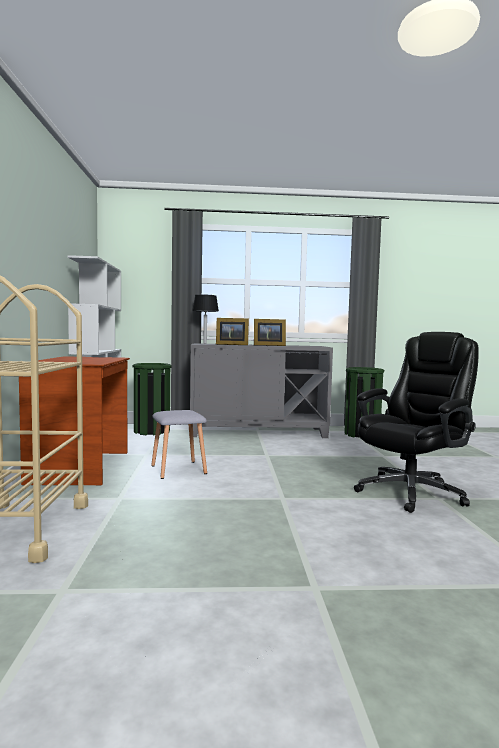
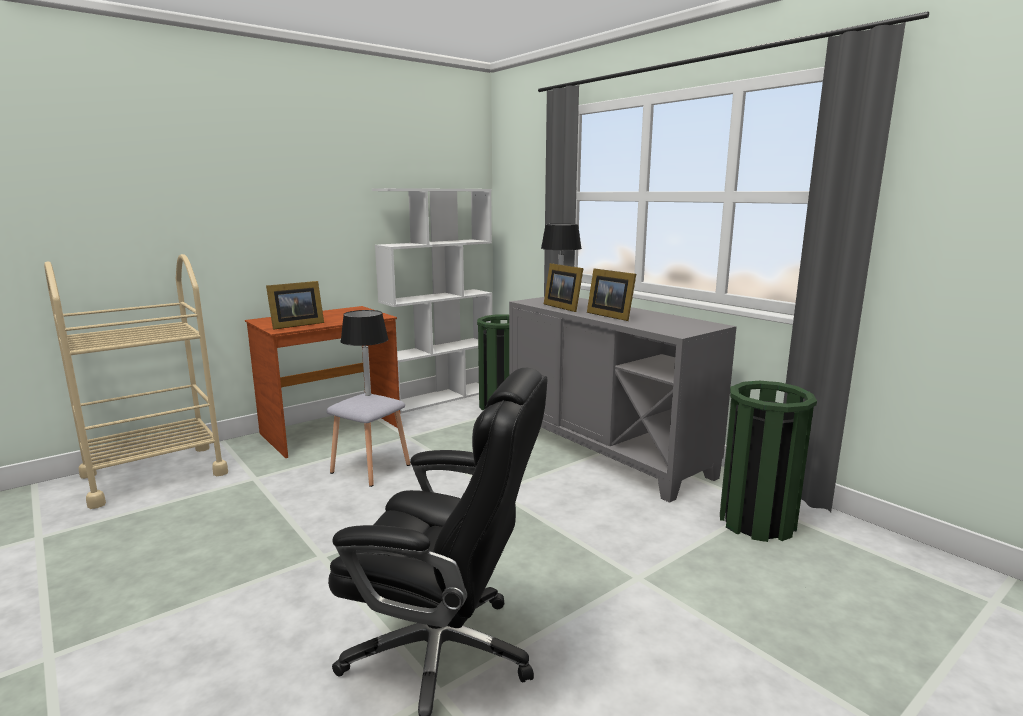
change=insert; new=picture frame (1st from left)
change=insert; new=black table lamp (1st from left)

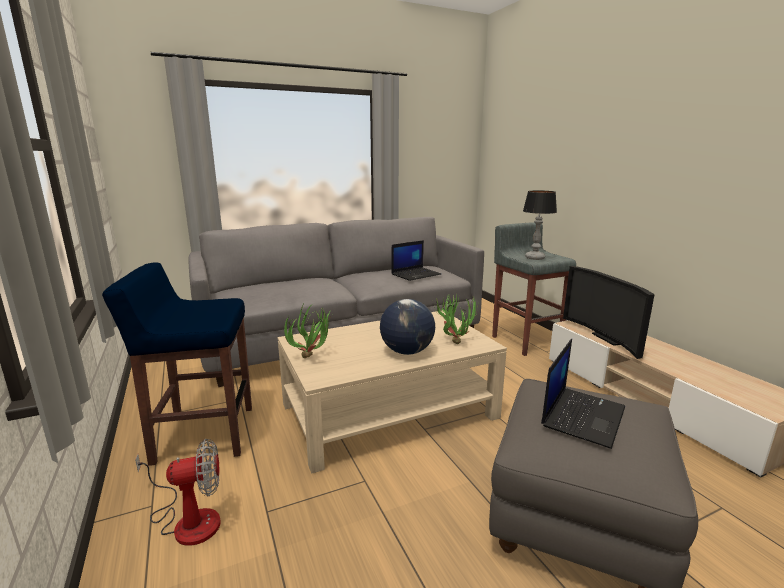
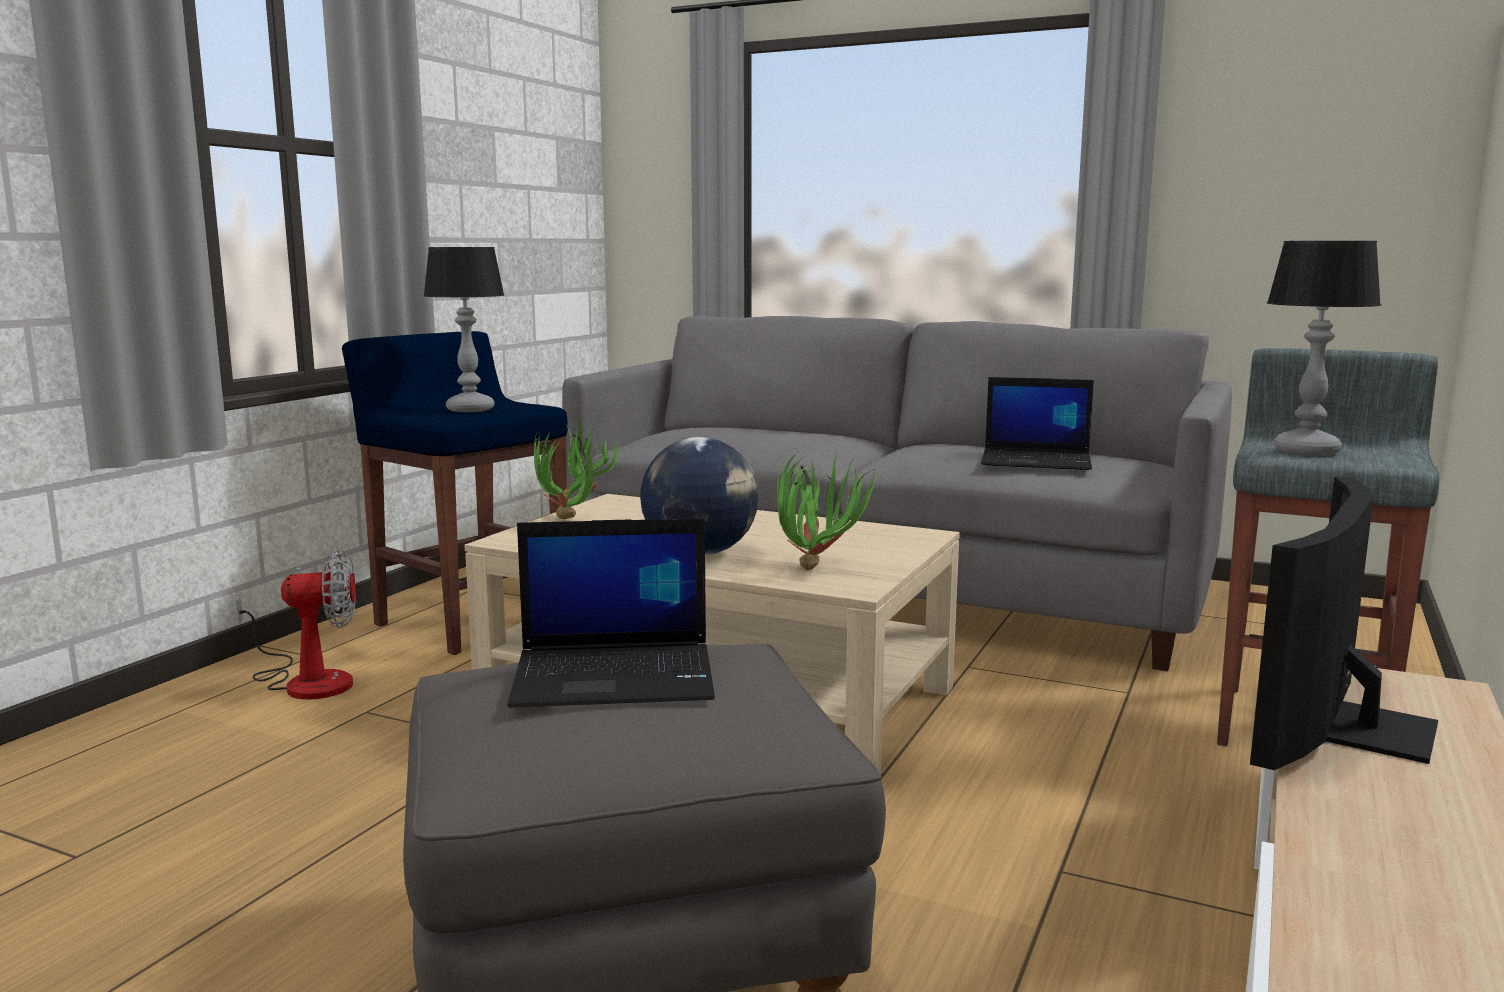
change=rotate; old=fan; degrees=-45
change=insert; new=table lamp (1st from left)

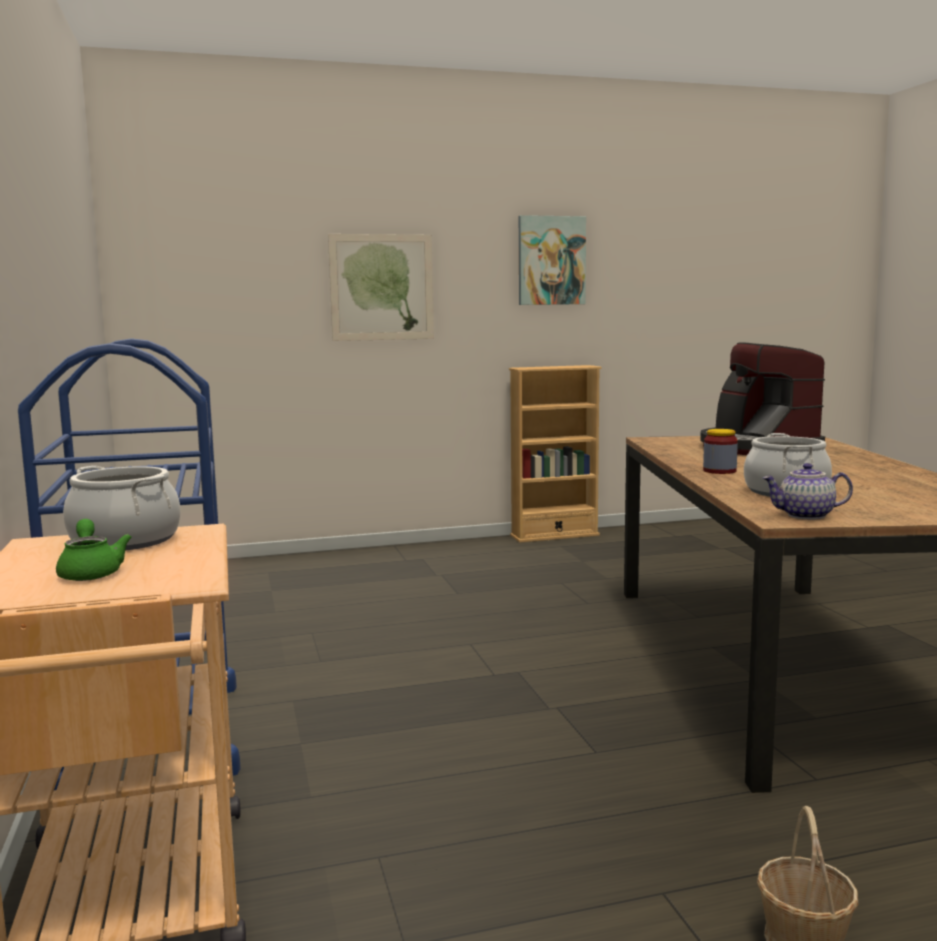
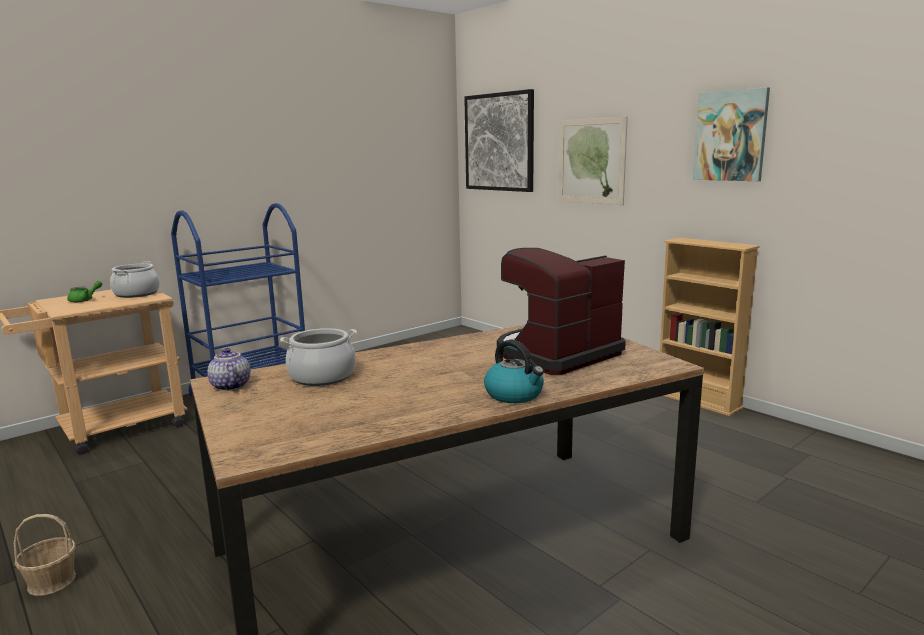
change=delete; old=jar
change=insert; new=picture (1st from left)
change=insert; new=kettle

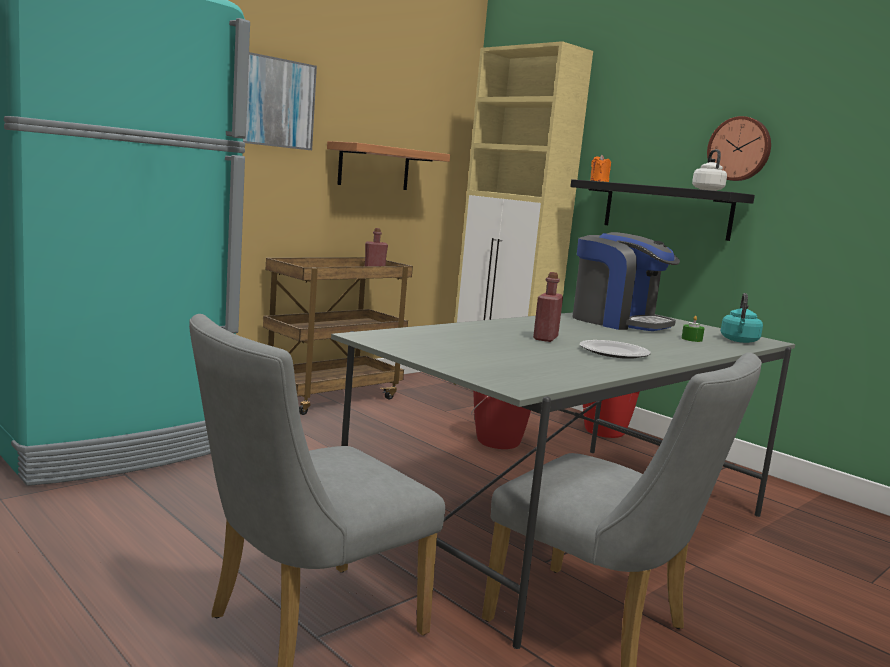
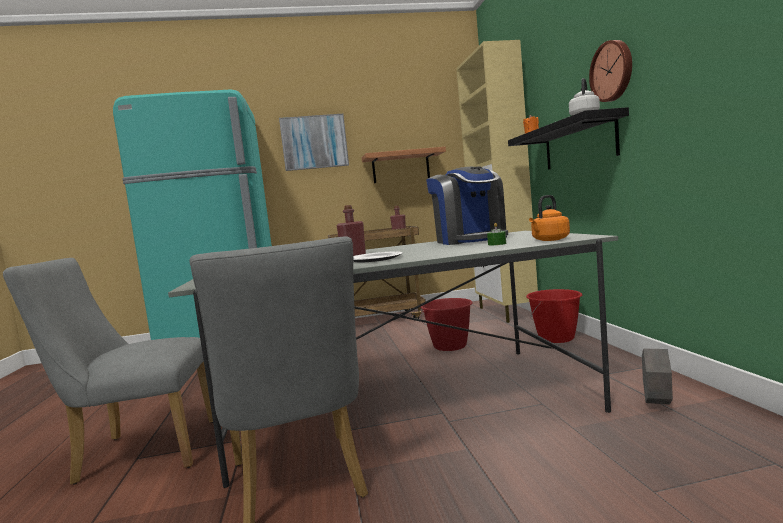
change=recolor; old=turquoise kettle; new=orange kettle
change=insert; new=grey planter

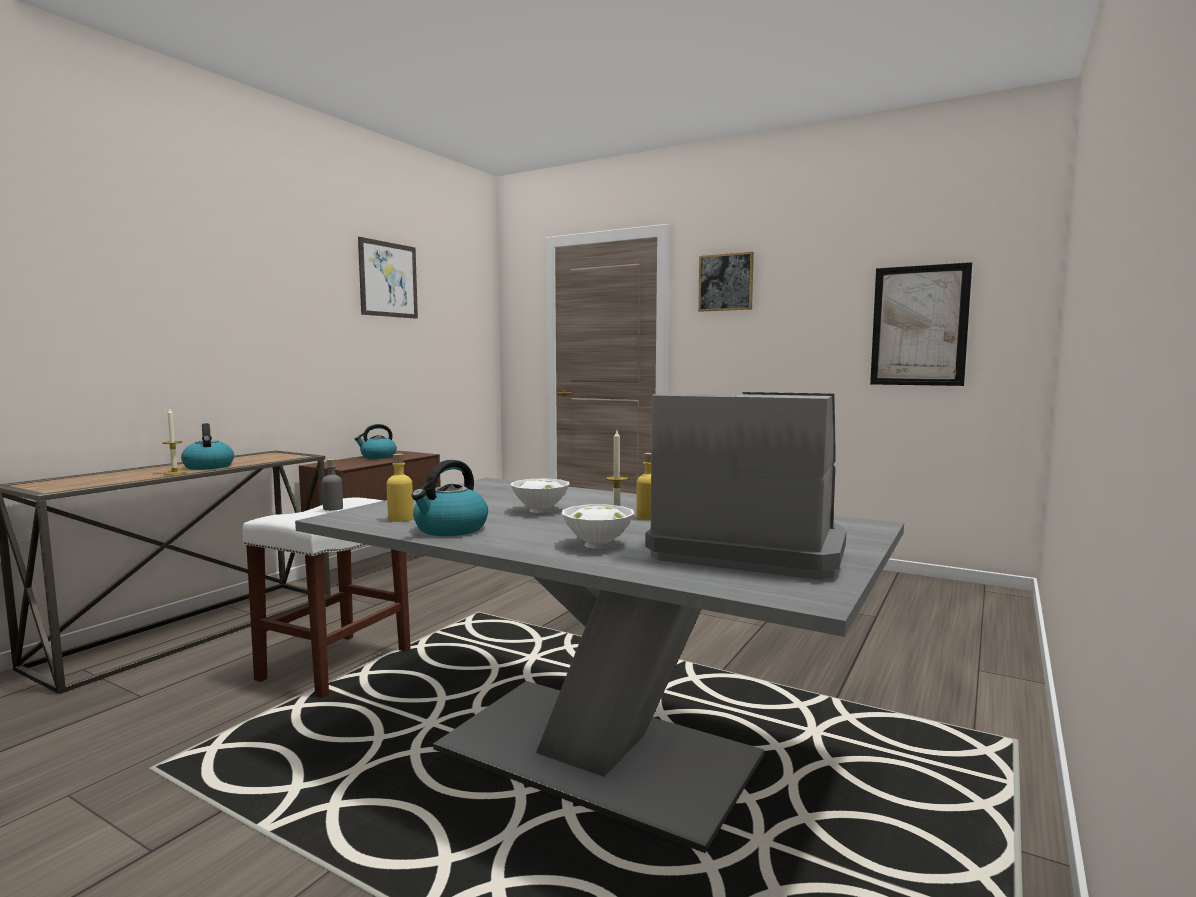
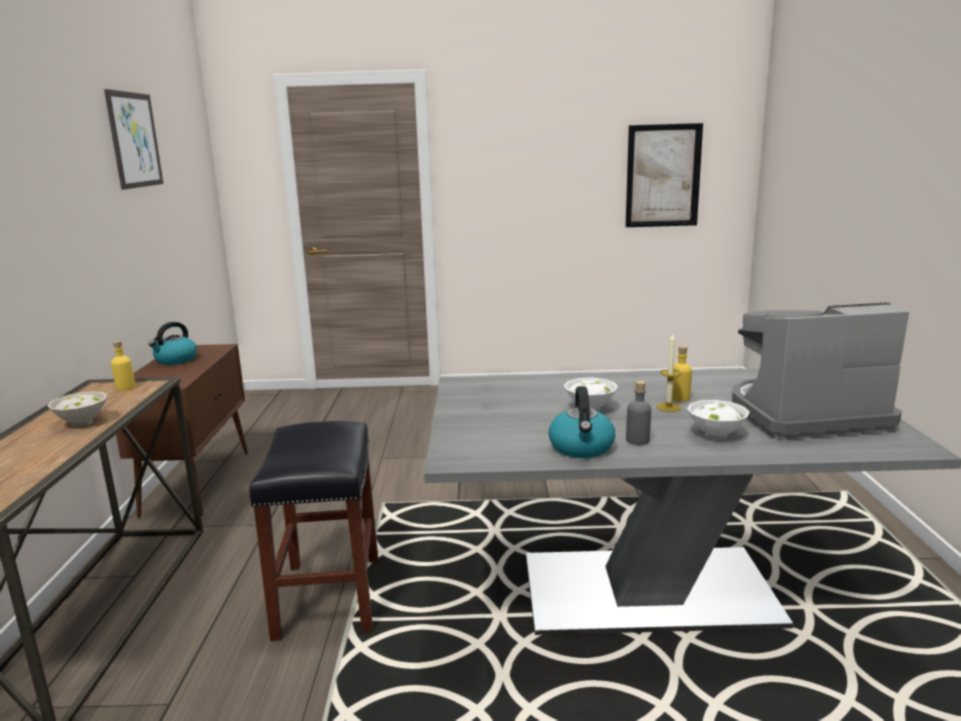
change=delete; old=picture (2nd from left)
change=delete; old=candle (1st from left)
change=replace; old=kettle (1st from left); new=white bowl (1st from left)
change=move; old=yellow bottle (1st from left)
change=move; old=grey bottle
change=recolor; old=white stool; new=black stool

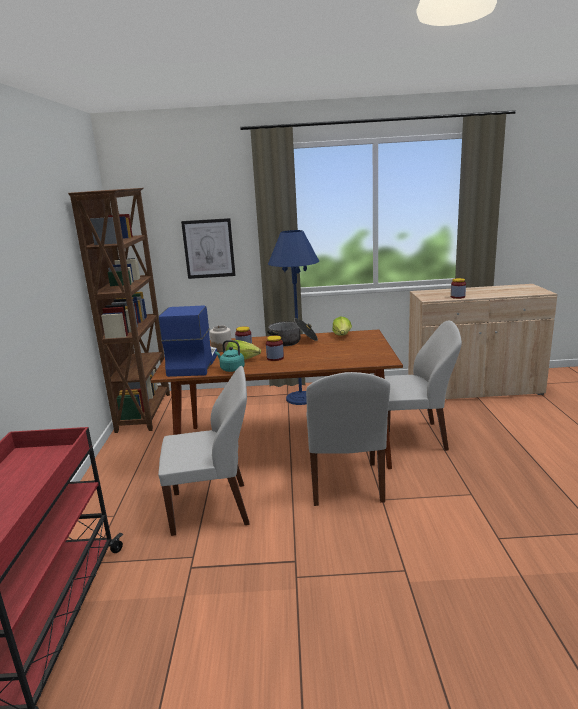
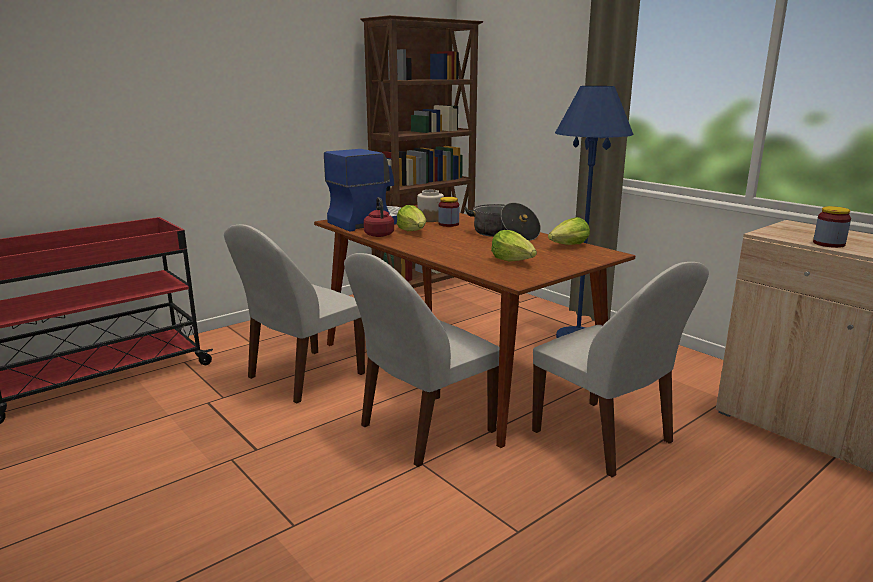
change=delete; old=picture
change=delete; old=jar (3rd from left)
change=recolor; old=turquoise kettle; new=red kettle
change=rotate; old=white chair (1st from left); degrees=90
change=insert; new=lettuce (2nd from left)

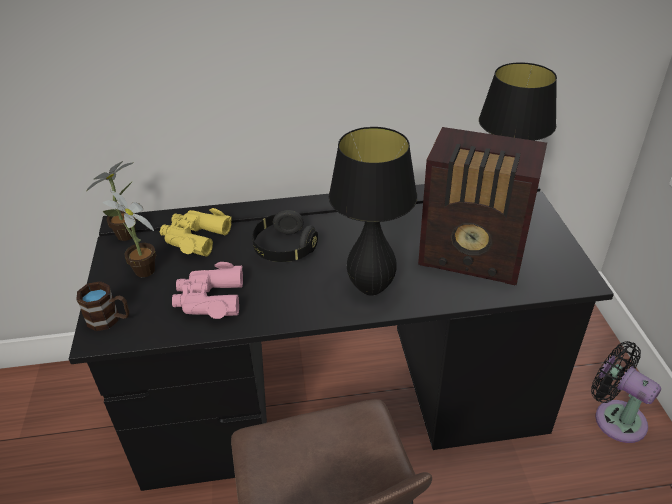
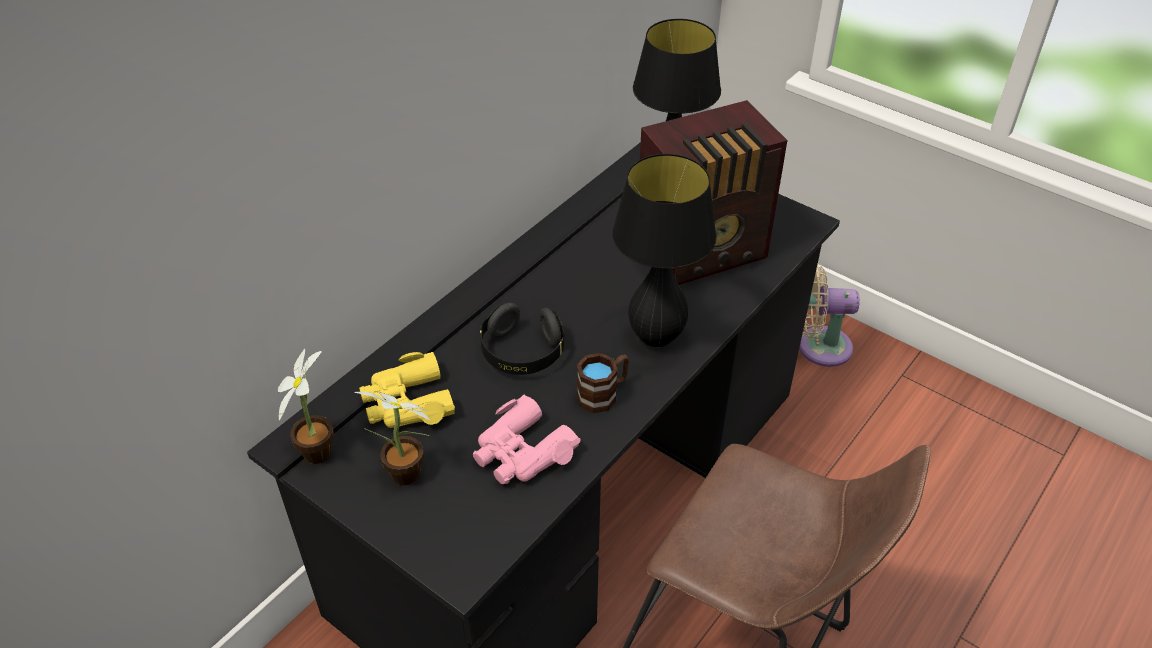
change=move; old=brown mug
change=recolor; old=black fan; new=beige fan

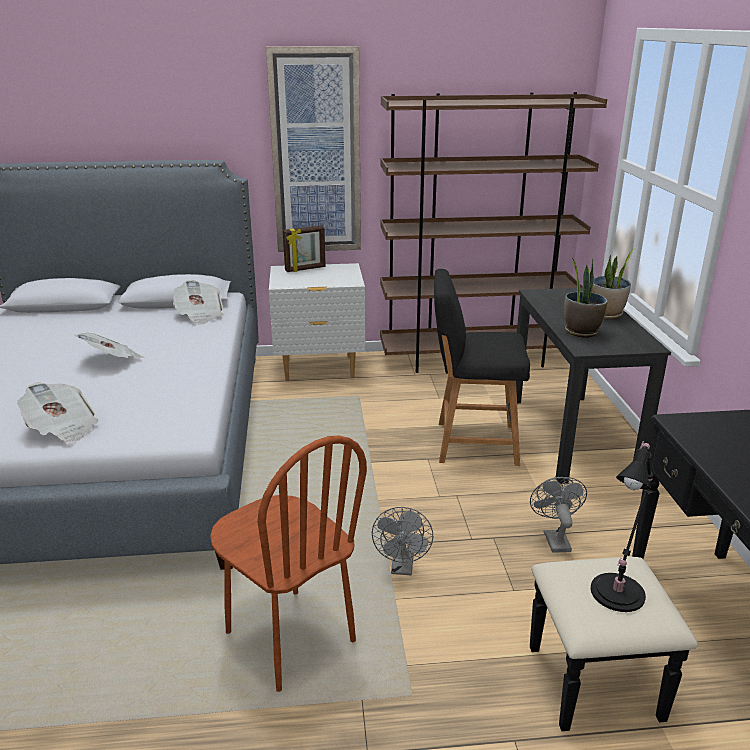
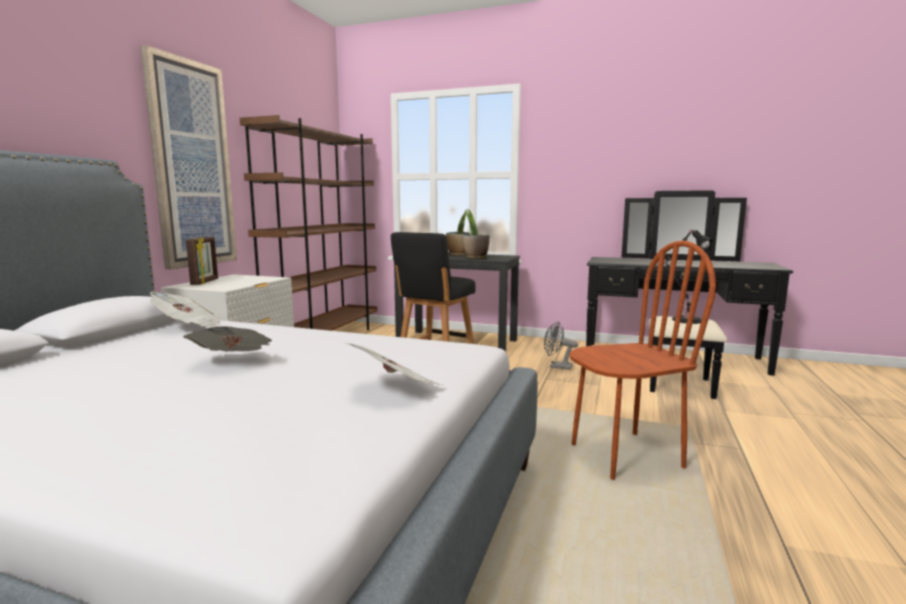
change=delete; old=grey fan (1st from left)

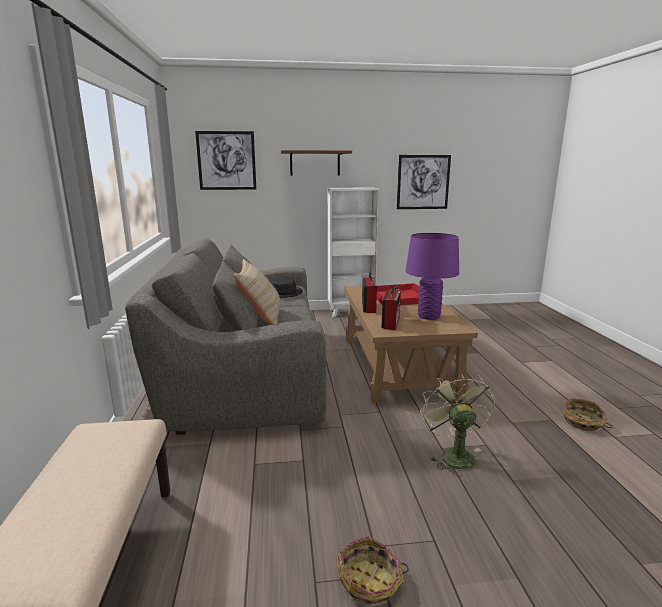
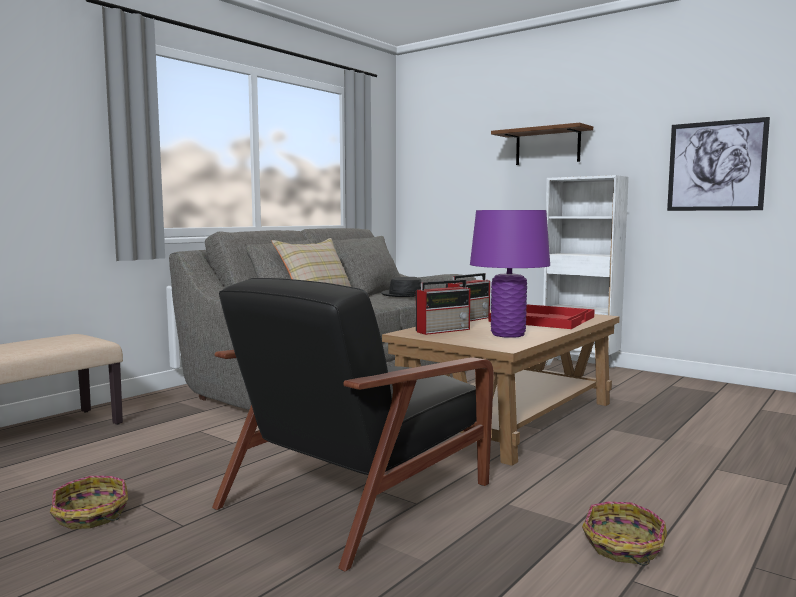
change=delete; old=picture (1st from left)
change=replace; old=green fan; new=black armchair

